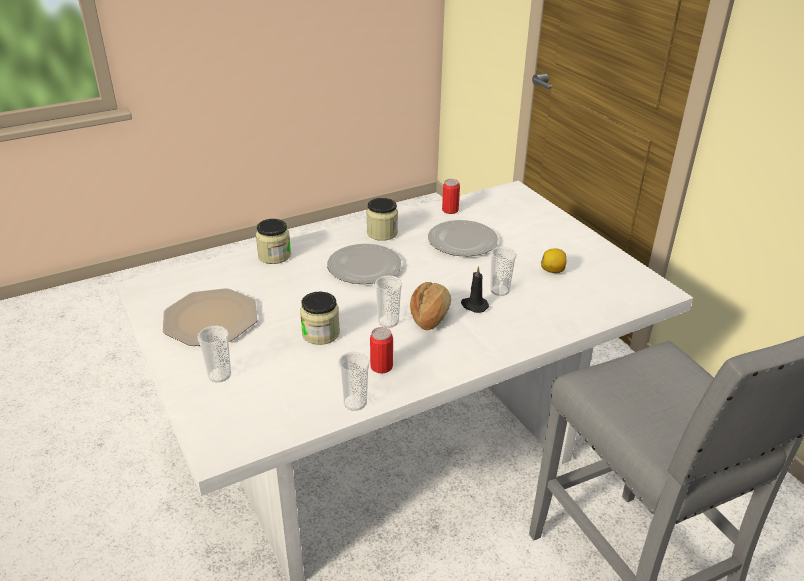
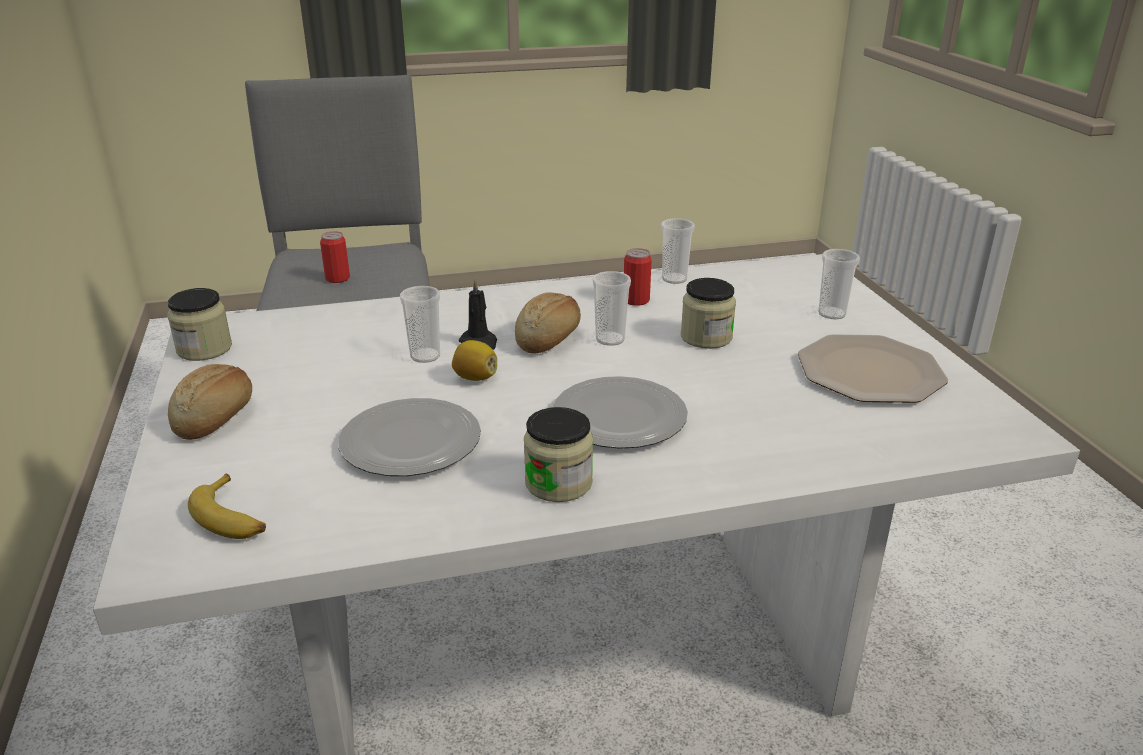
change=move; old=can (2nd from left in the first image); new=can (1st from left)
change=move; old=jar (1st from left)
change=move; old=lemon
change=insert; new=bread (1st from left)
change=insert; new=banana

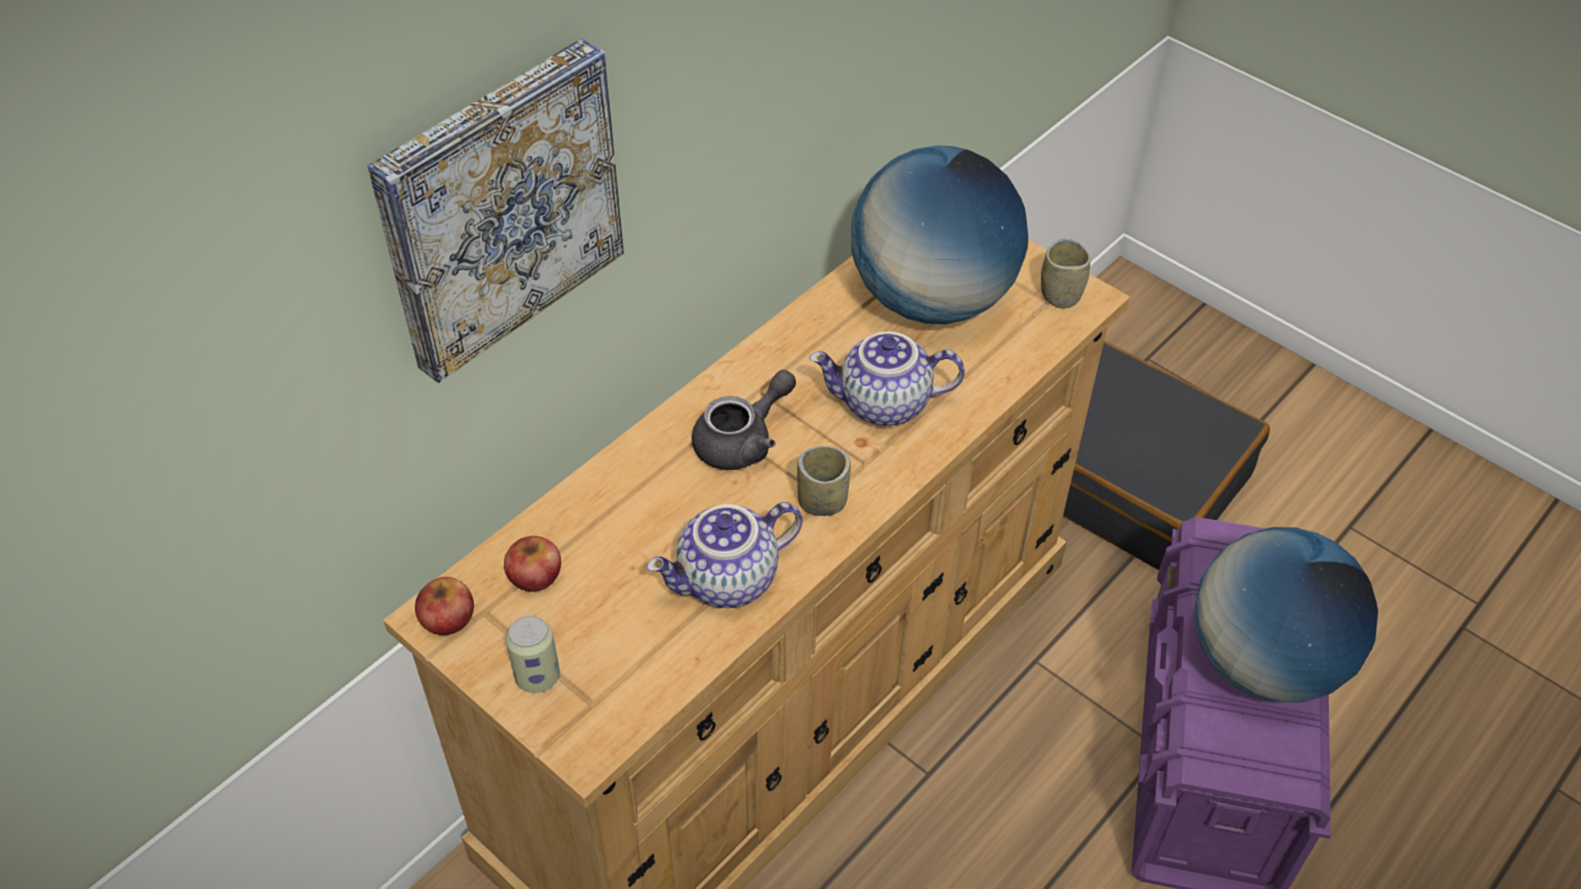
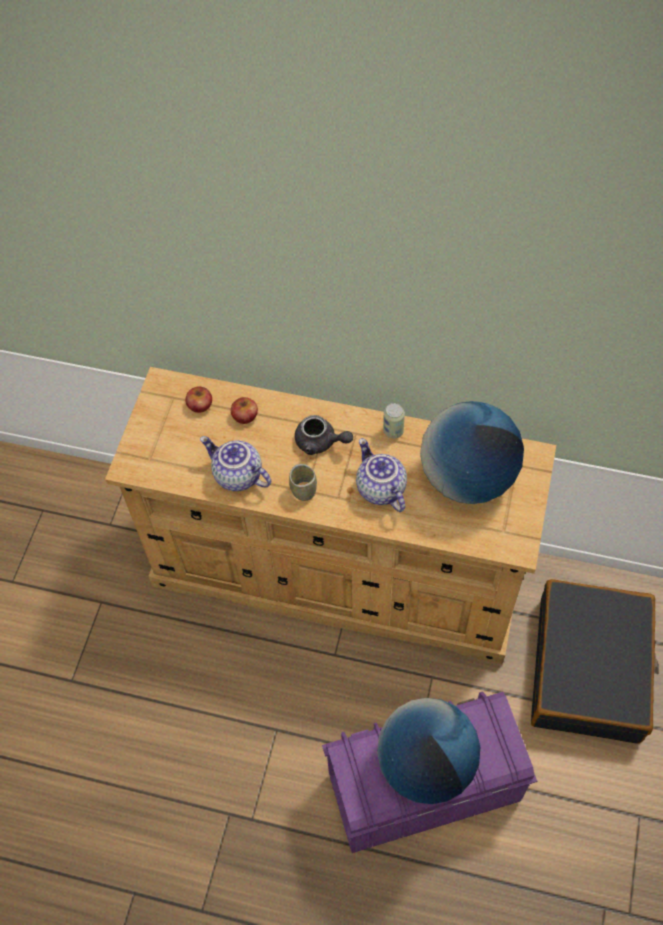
change=delete; old=picture
change=delete; old=cup (2nd from left)
change=move; old=apple (1st from left in the first image); new=apple (2nd from left)
change=move; old=can

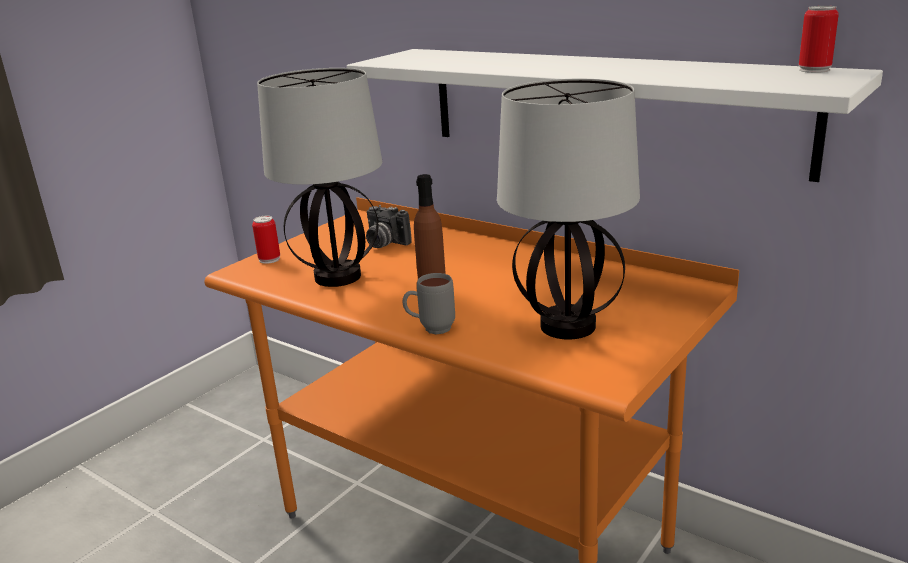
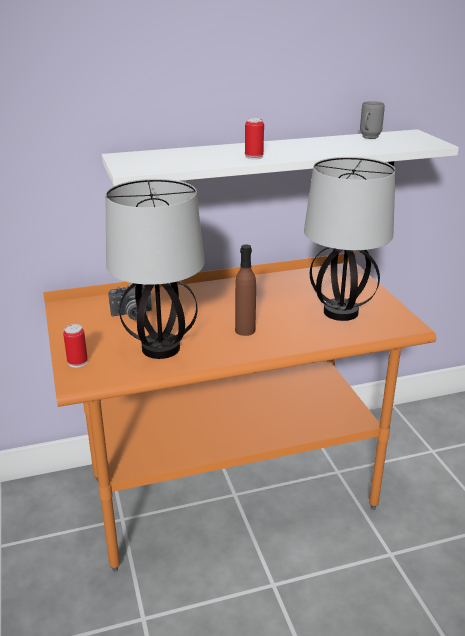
change=move; old=can (2nd from left)
change=move; old=grey mug

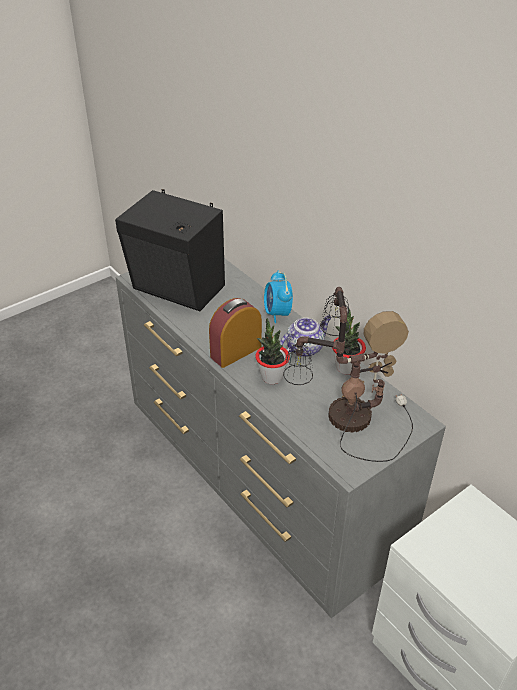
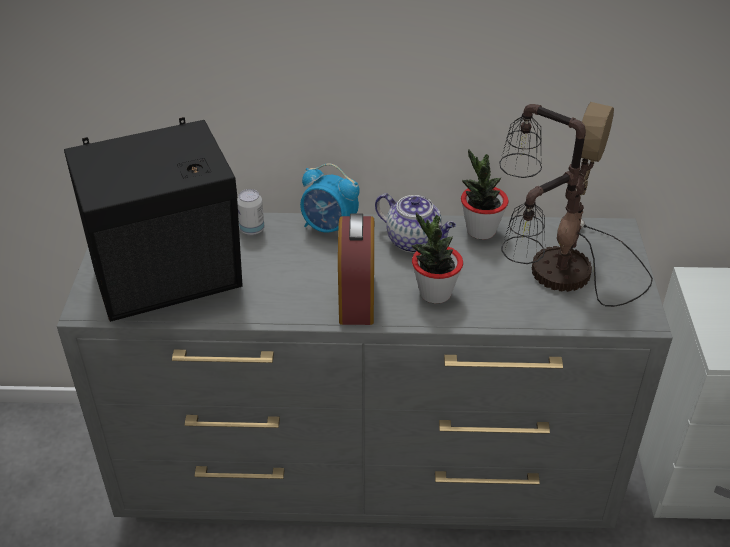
change=rotate; old=teapot; degrees=120
change=insert; new=can

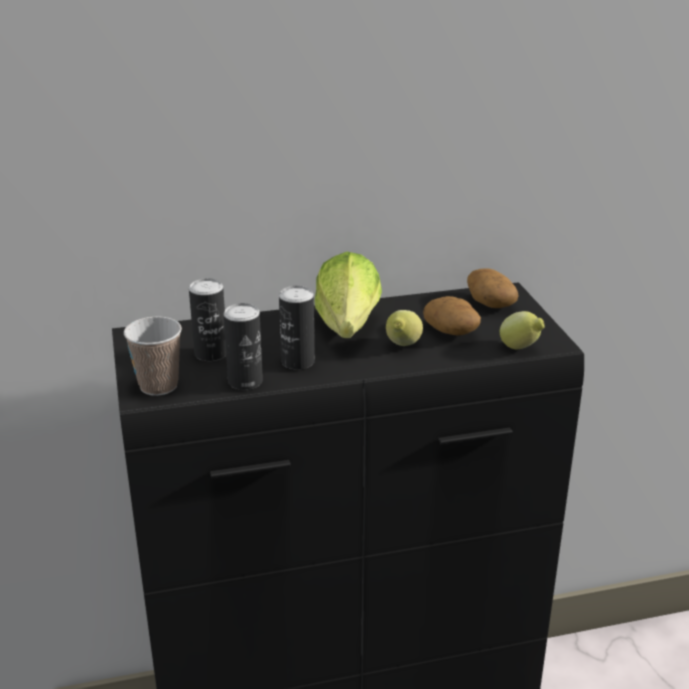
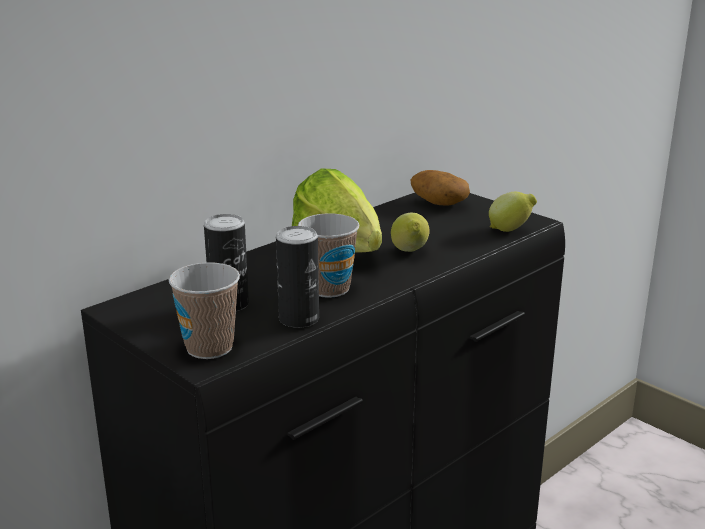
change=replace; old=can (3rd from left); new=cup (2nd from left)
change=delete; old=potato (1st from left)

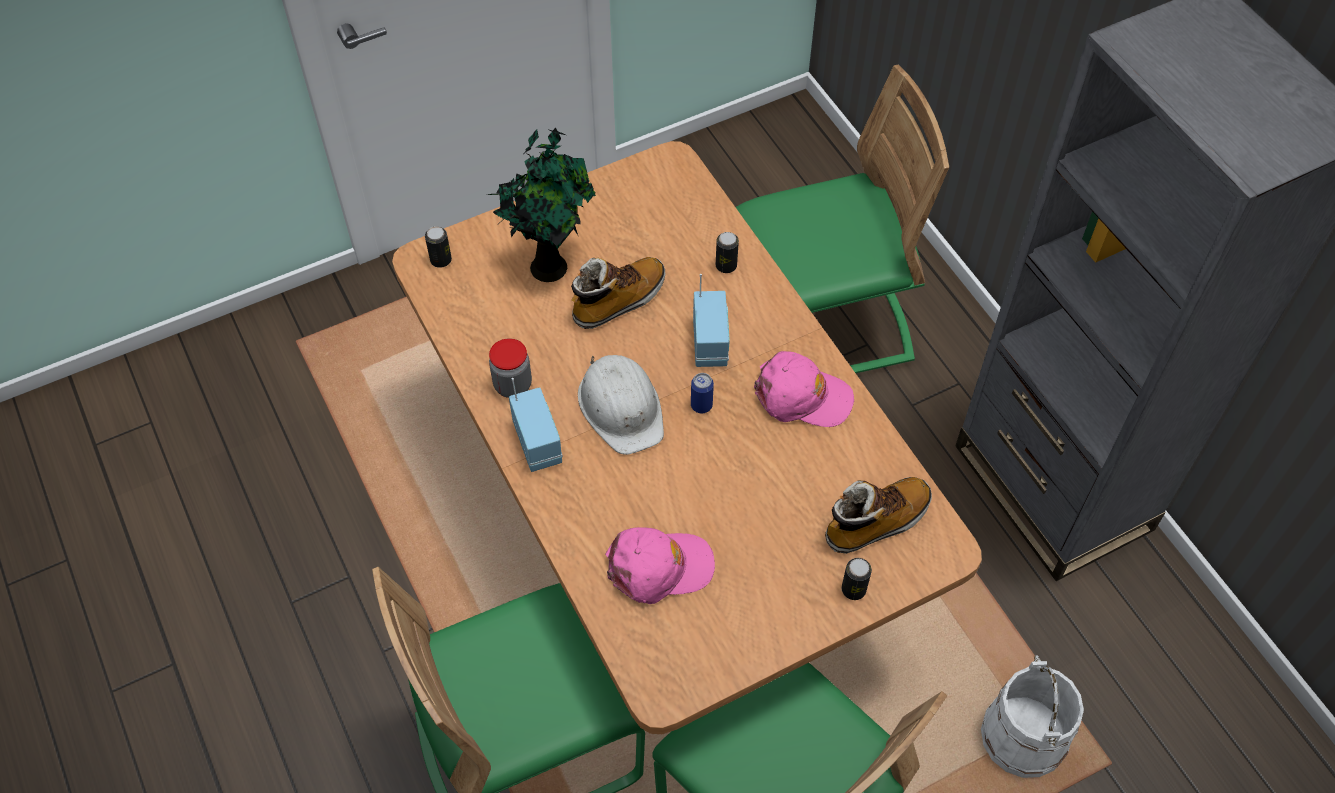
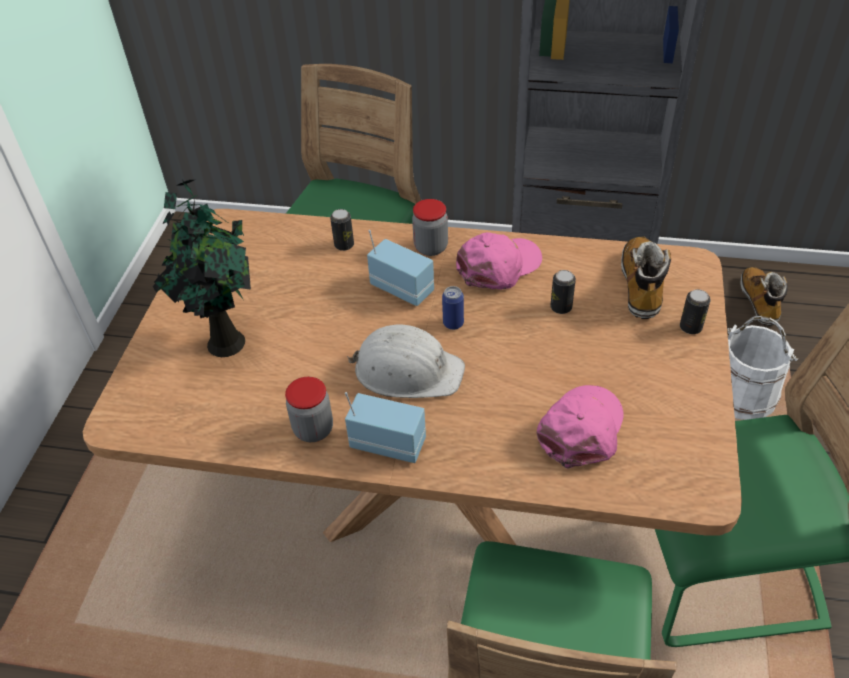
change=move; old=can (1st from left in the first image); new=can (3rd from left)
change=move; old=boot (1st from left in the first image); new=boot (2nd from left)
change=insert; new=jar (2nd from left)

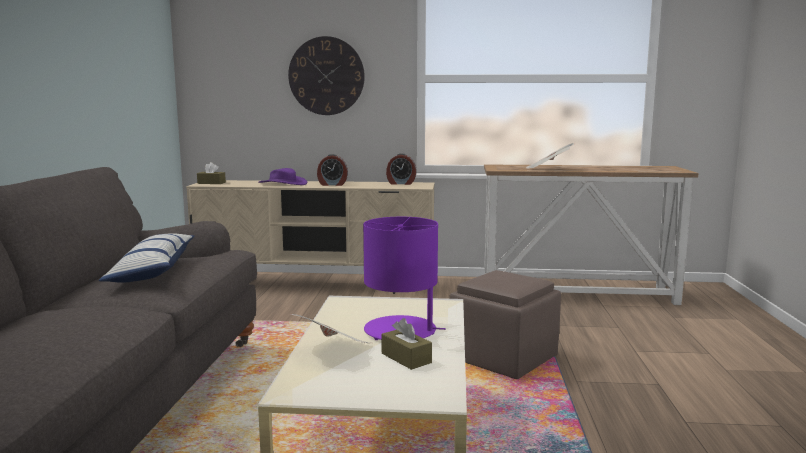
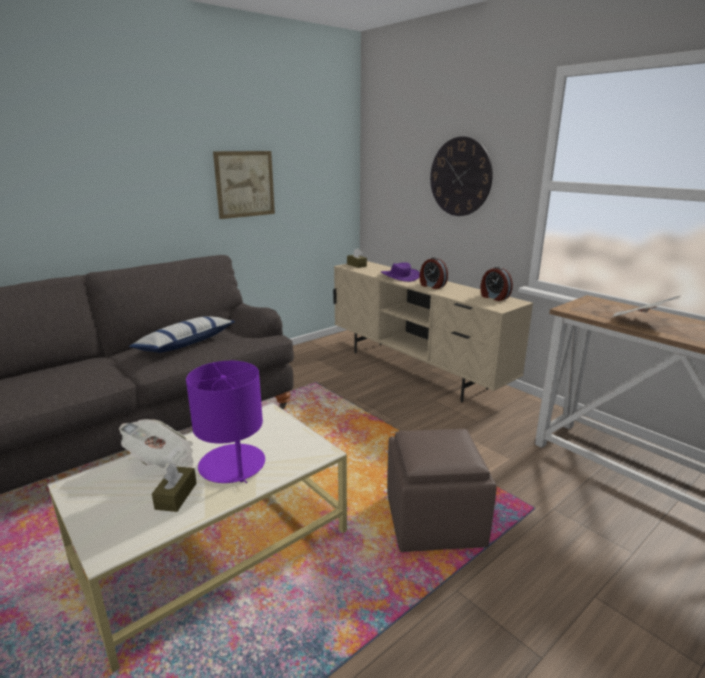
change=insert; new=picture

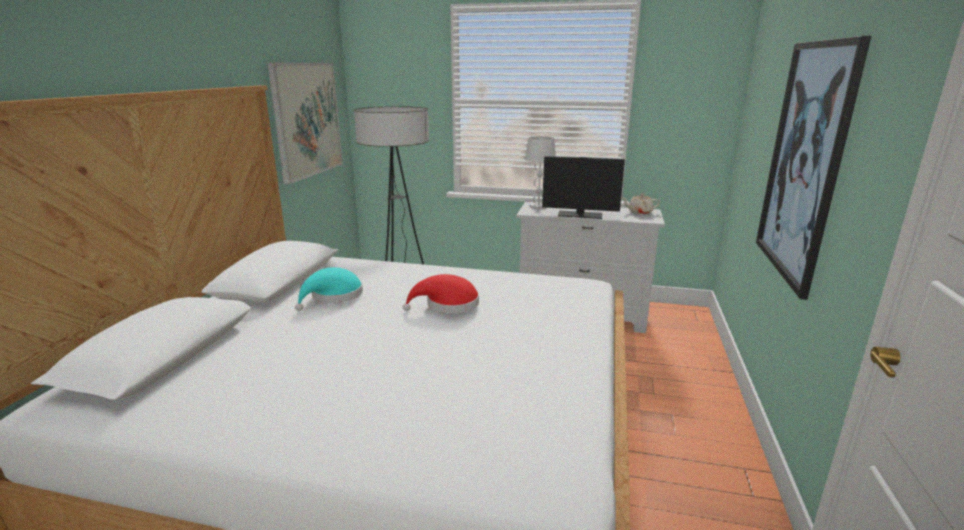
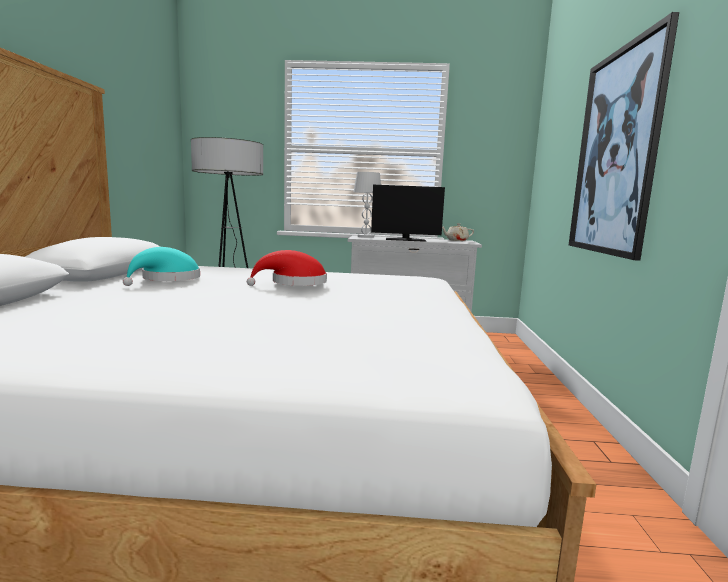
change=delete; old=picture (1st from left)

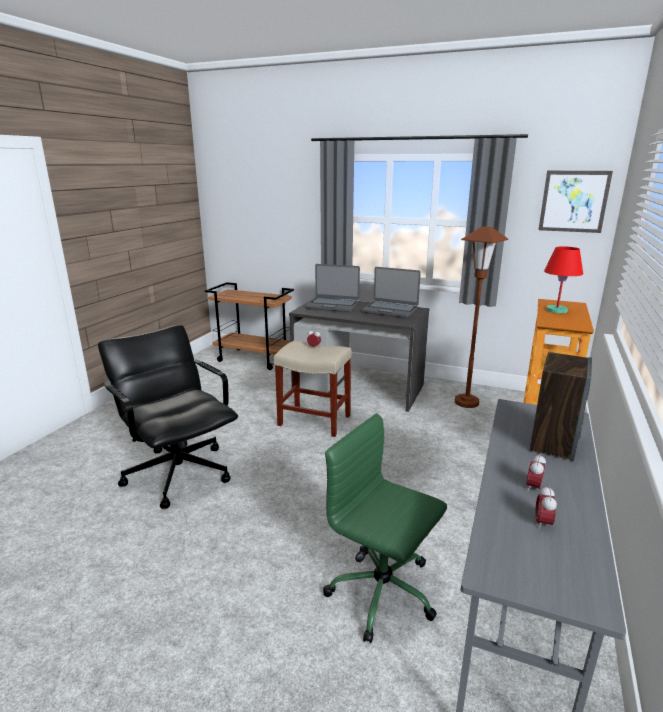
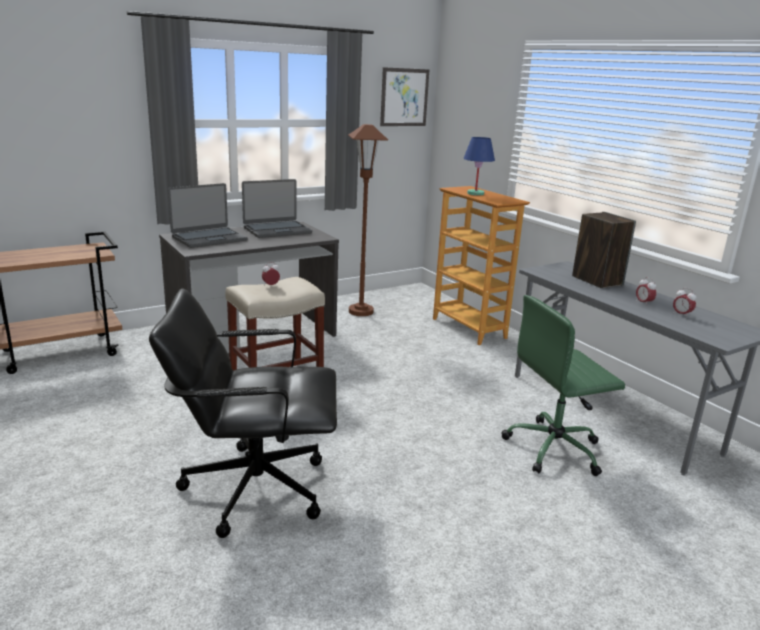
change=recolor; old=red table lamp; new=blue table lamp

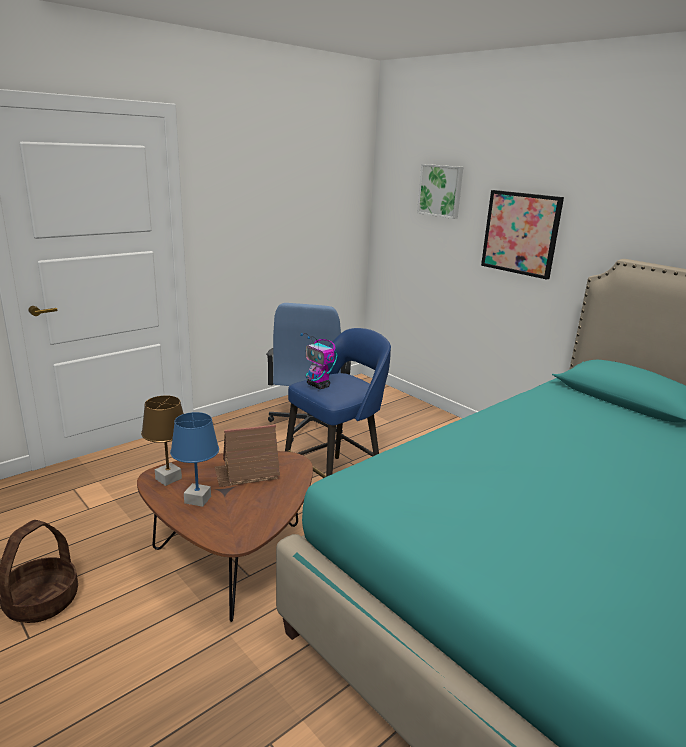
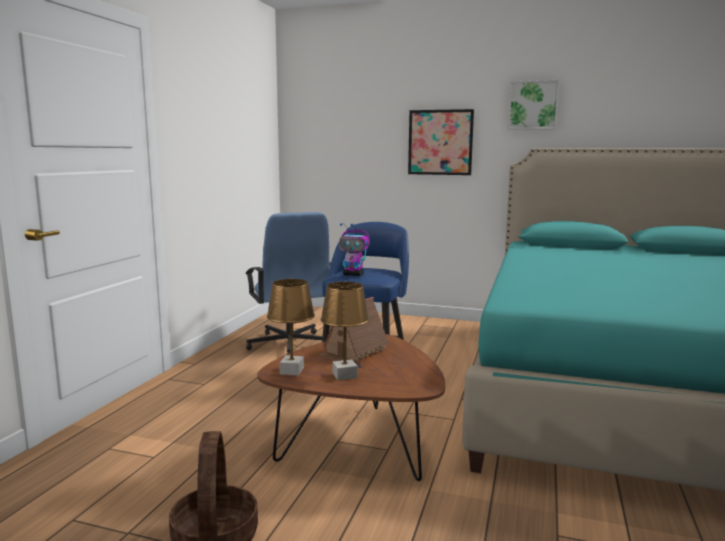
change=move; old=picture (1st from left in the first image); new=picture (2nd from left)
change=recolor; old=blue table lamp; new=brown table lamp (2nd from left)

